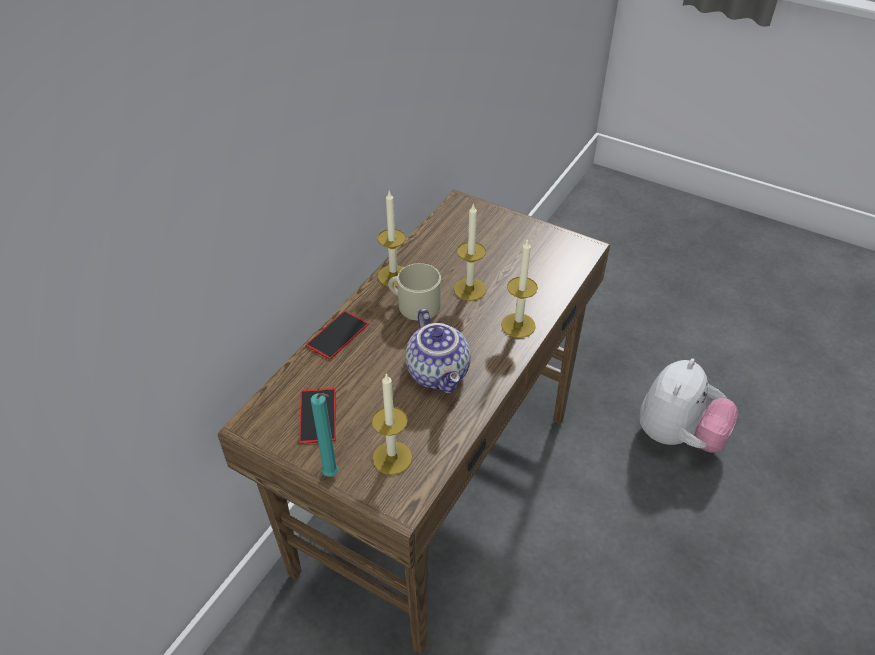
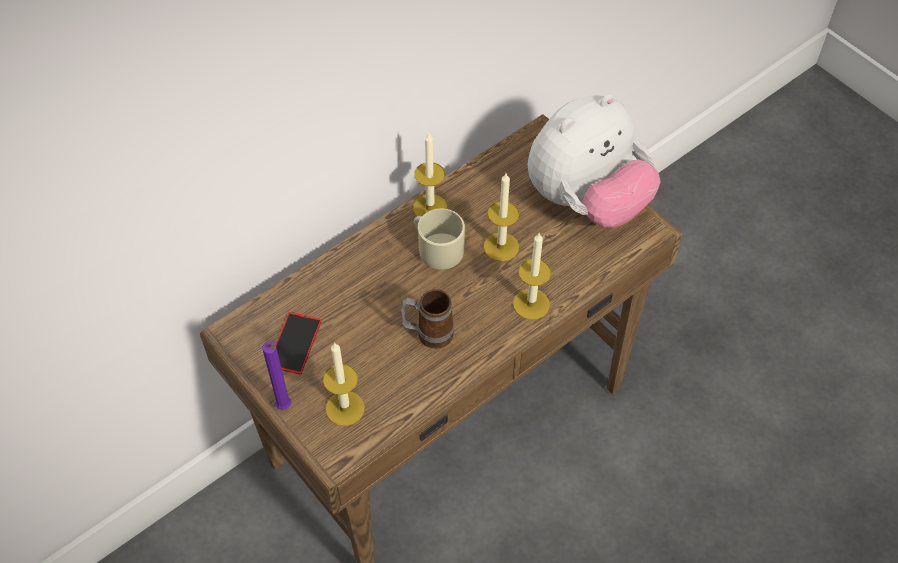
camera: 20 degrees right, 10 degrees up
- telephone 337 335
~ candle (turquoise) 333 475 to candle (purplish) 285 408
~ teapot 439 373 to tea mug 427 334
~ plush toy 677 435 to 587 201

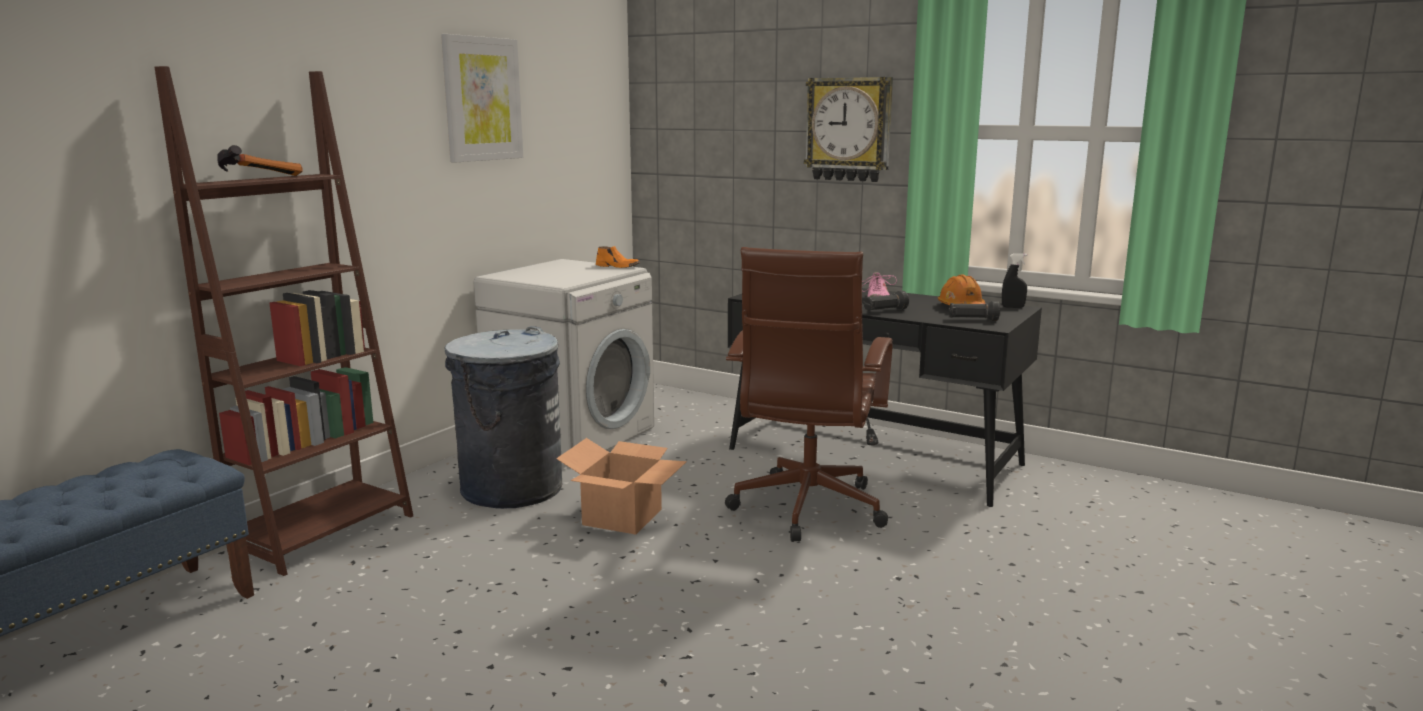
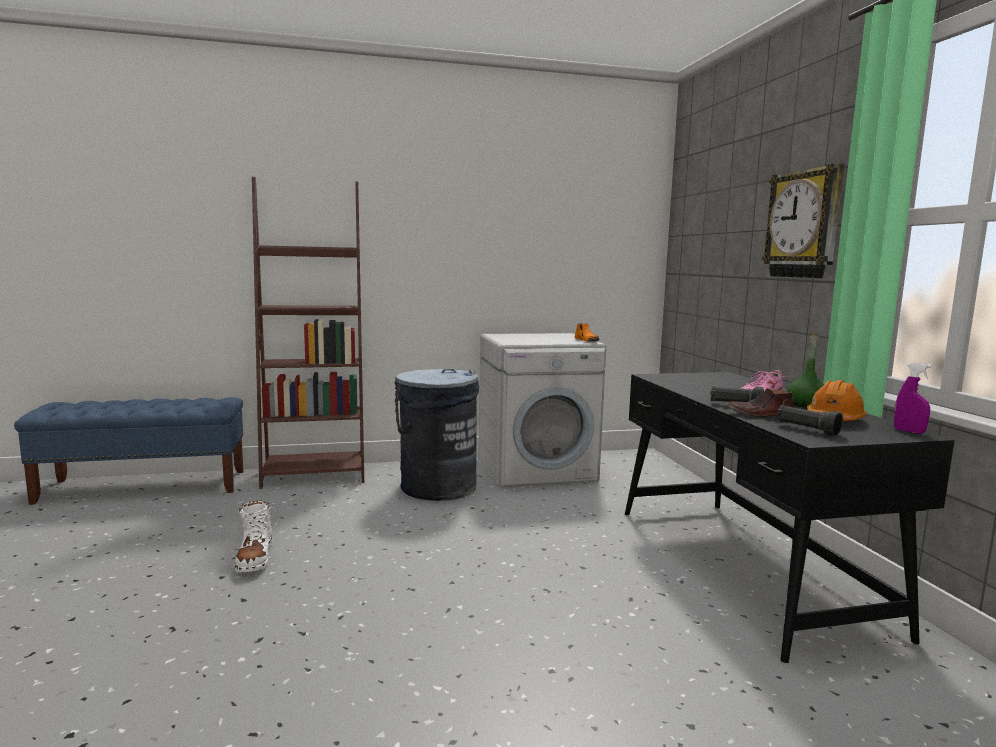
camera: 45 degrees right, 5 degrees down
- tool hammer 260 178
- wall art 482 99
- carton 622 516
- desk chair (brown-coloured) 807 511
~ hand sprayer (blackish) 1013 307 to hand sprayer (purplish) 909 431
+ boot (white) 255 558
+ shoe (brown-coloured) 760 415
+ bottle (green-coloured) 806 404

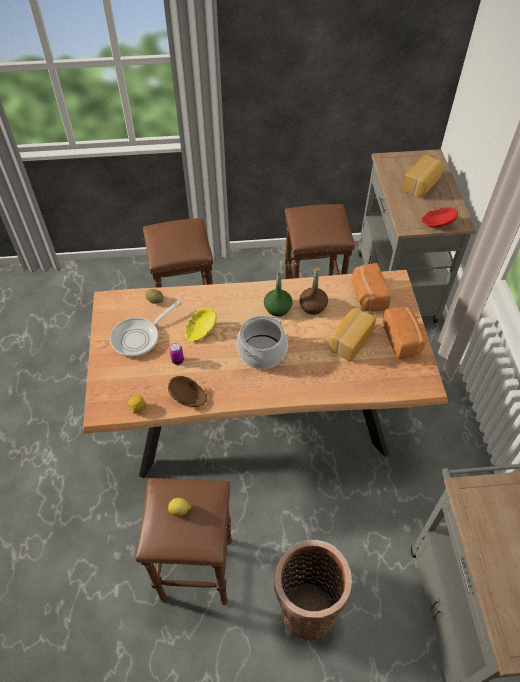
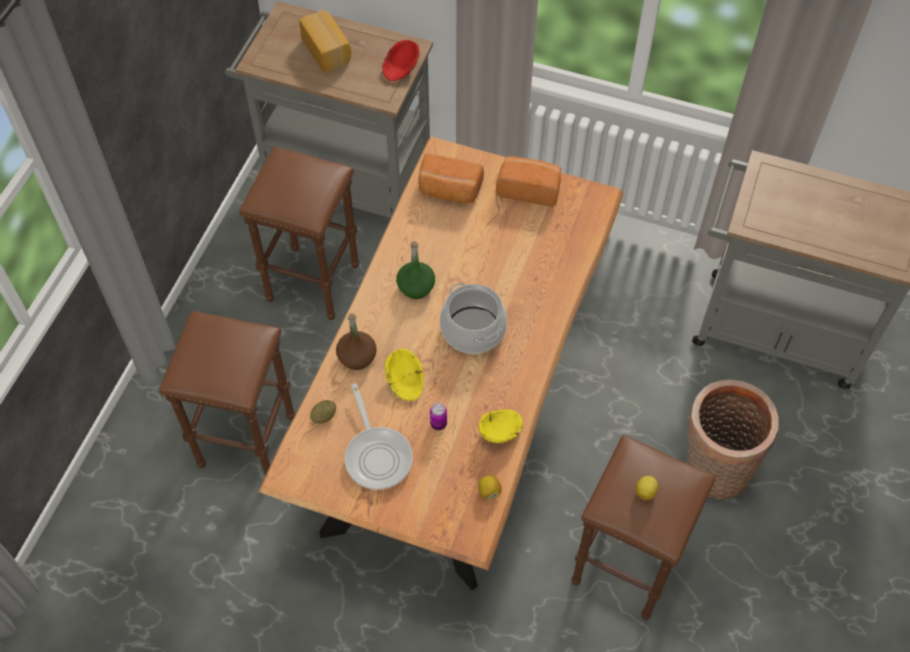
camera: 65 degrees left, 5 degrees up
~ deep dish (brown-coloured) 189 398 to deep dish (yellow-coloured) 502 431
~ bottle (brown-coloured) 313 306 to 357 357
- bakery bread 349 340

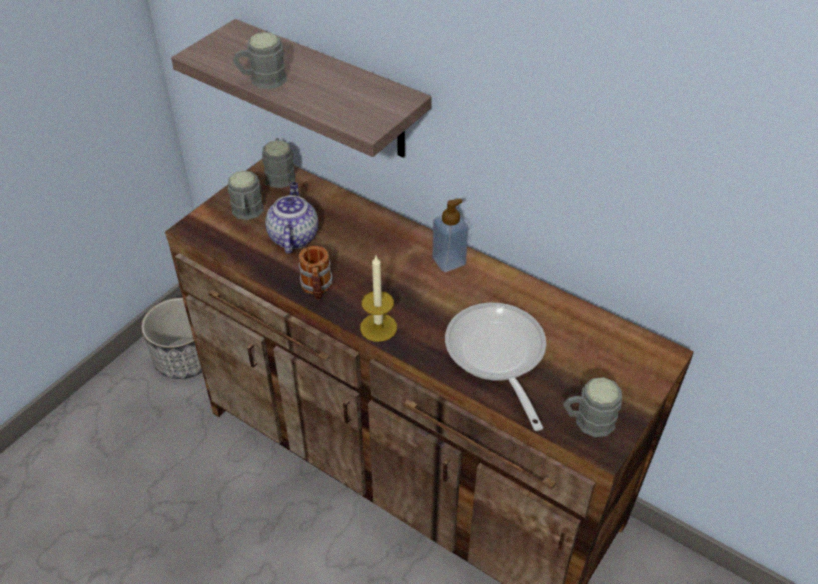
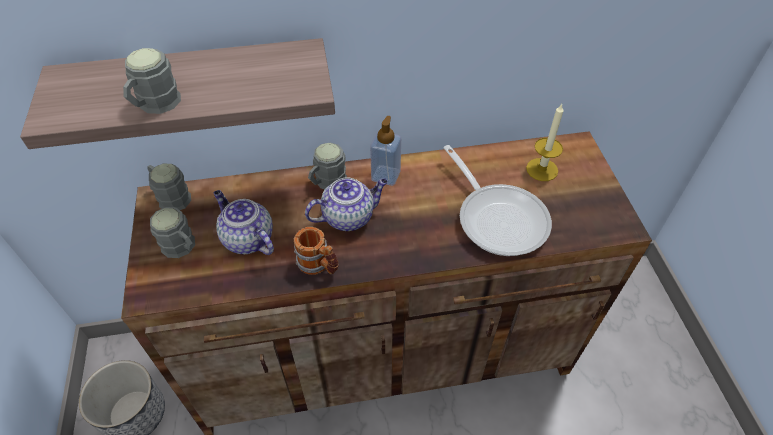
camera: 45 degrees left, 5 degrees up
~ candle 378 327 to 542 169
~ skillet 497 356 = 498 218 150 degrees counterclockwise
~ tea mug (gray) 587 421 to 327 182
+ teapot 349 217

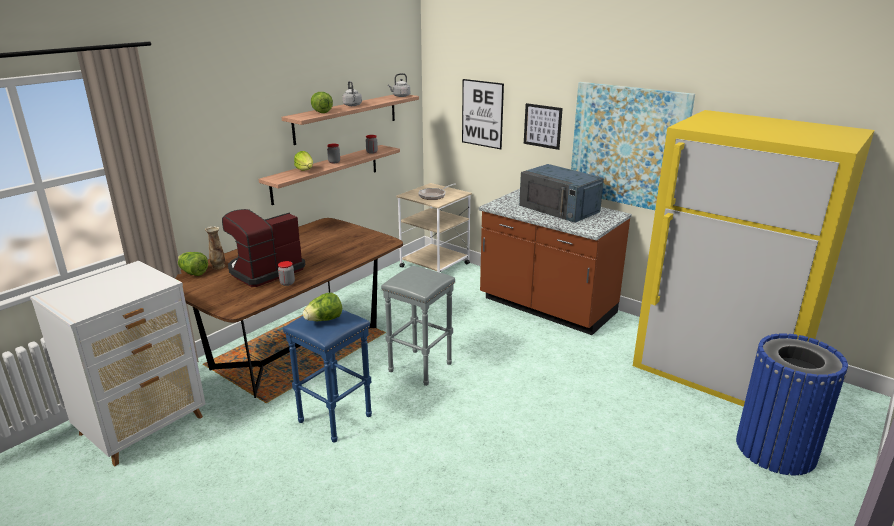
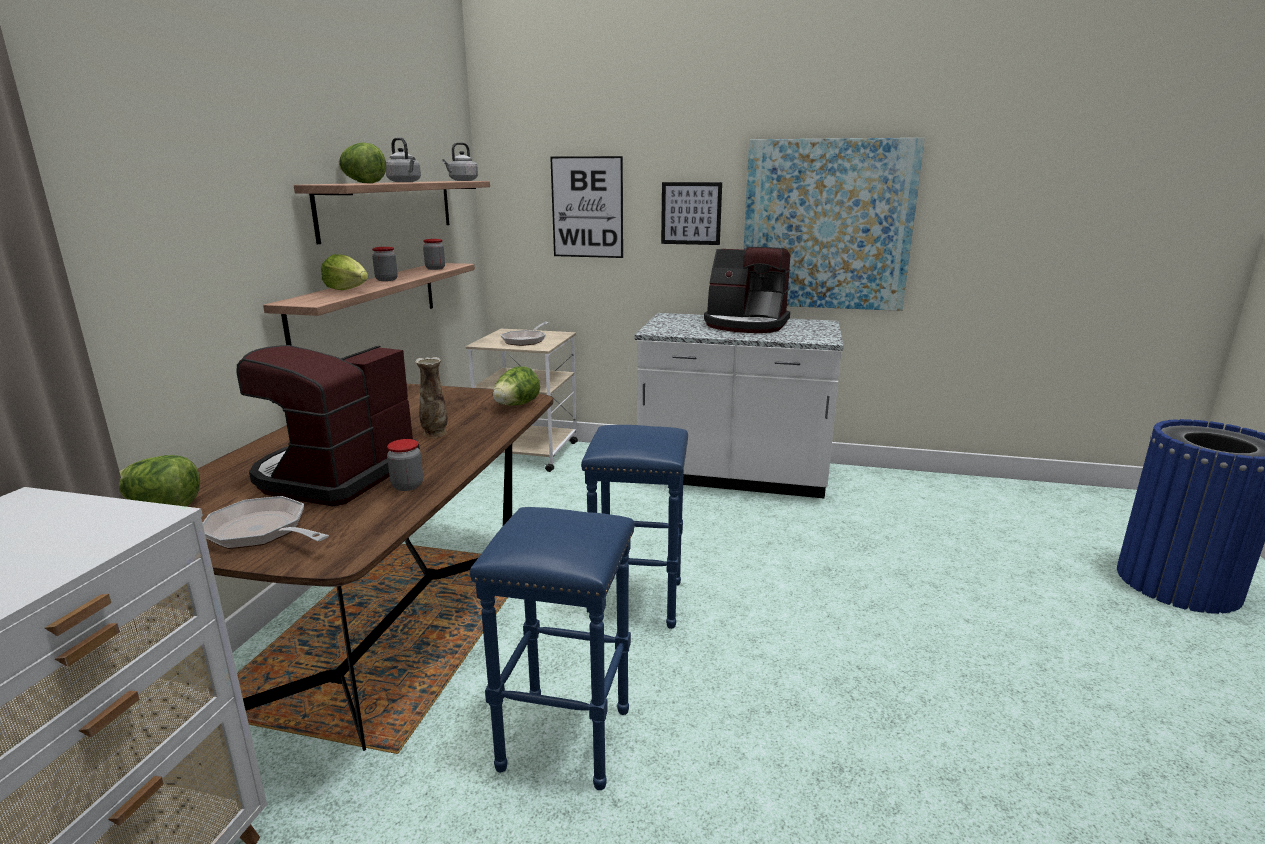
camera: 25 degrees left, 5 degrees down
~ vase 218 267 to 435 434
~ lettuce head 324 320 to 516 405
~ stool (gray) 420 368 to stool (blue) 638 602
~ kitchen counter (brown-coloured) 546 307 to kitchen counter (white) 733 476
~ kitchen microwave (blue) 559 208 to coffee brewer 746 325
- kitchen fridge (yellow-coloured) 719 369
+ skillet 261 532

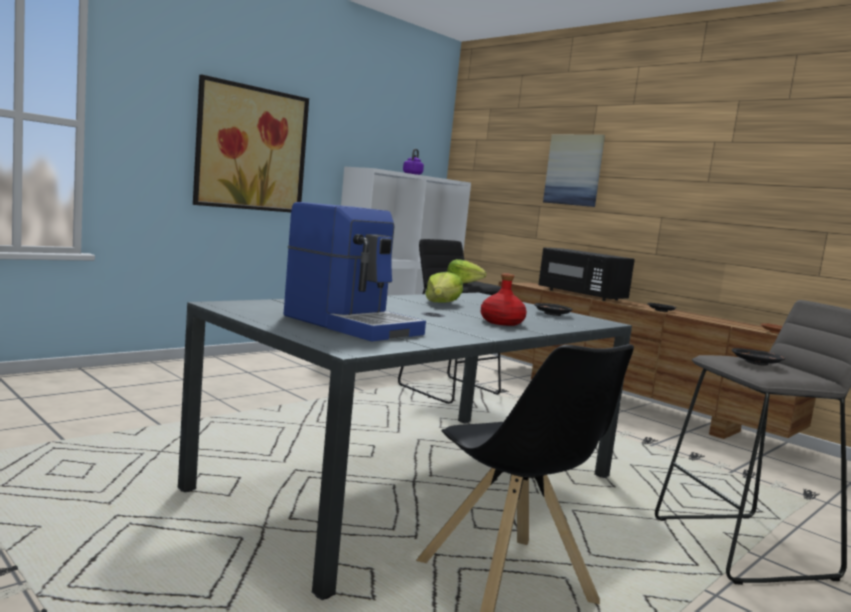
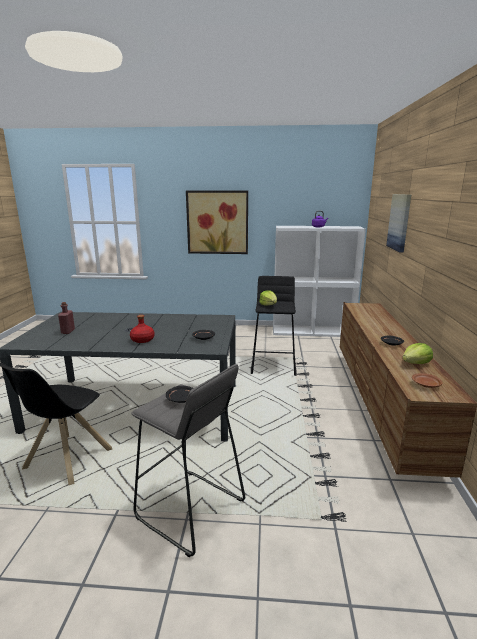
camera: 50 degrees right, 10 degrees up
~ coffee brewer 352 324 to bottle (red-coloured) 68 331
~ lettuce head 442 303 to 416 363
- kitchen microwave (blackish) 579 295

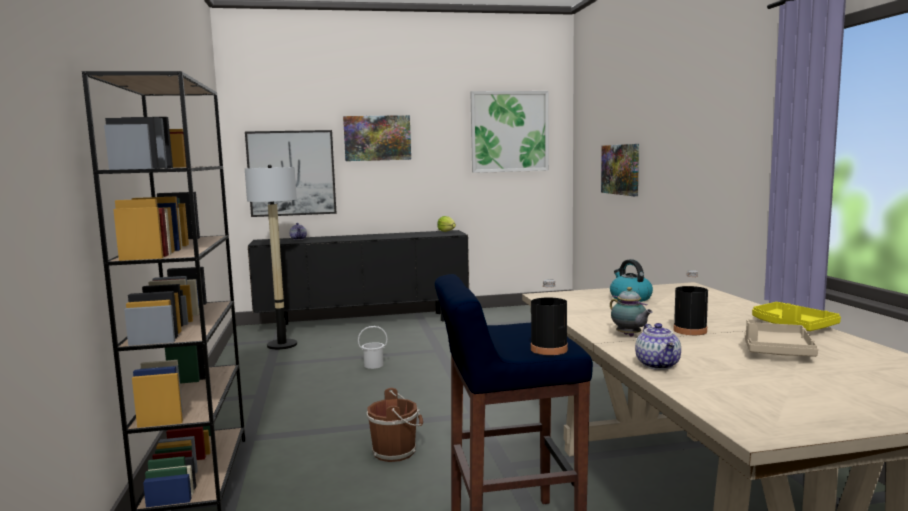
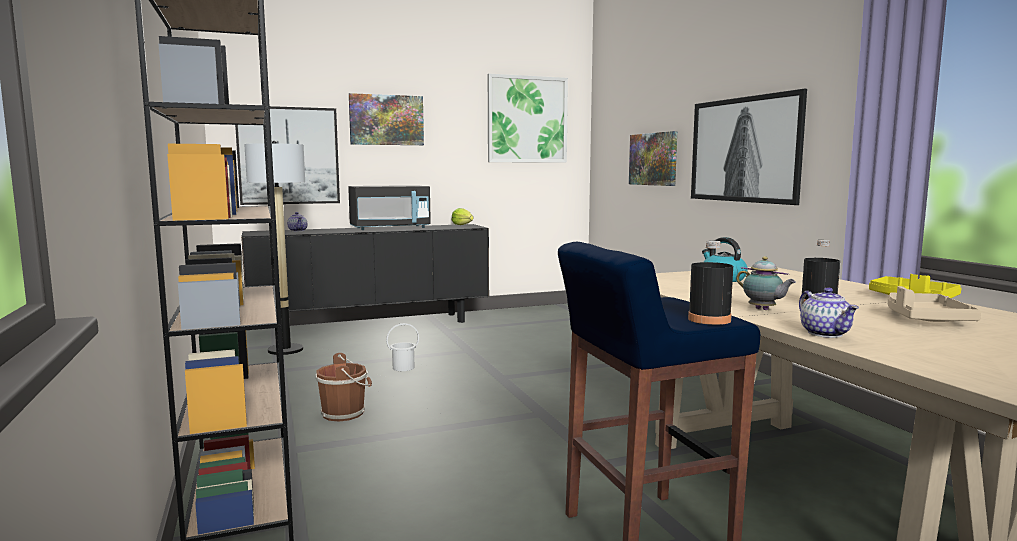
camera: 10 degrees left, 0 degrees up
~ bucket (brown-coloured) 396 451 to 345 413
+ kitchen microwave (blackish) 390 228
+ wall art 745 149

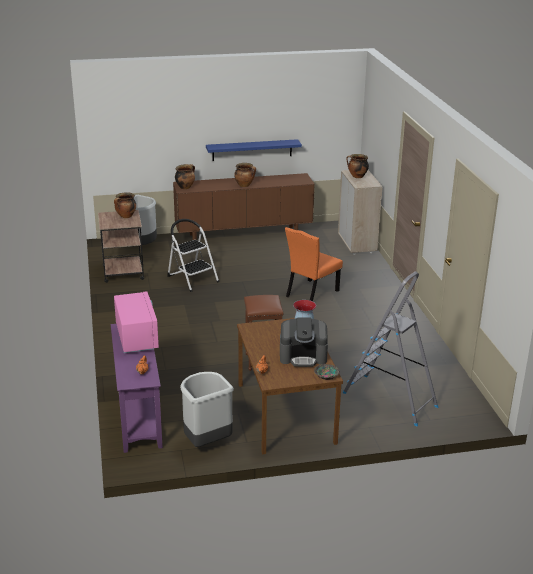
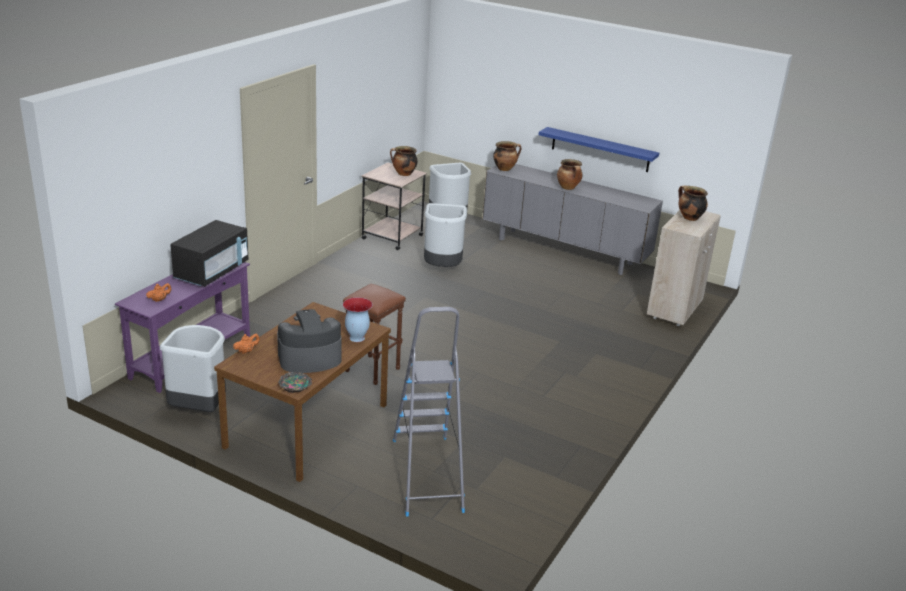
camera: 40 degrees right, 0 degrees up
~ kitchen microwave (pink-coloured) 137 337 to kitchen microwave (blackish) 212 272
~ step ladder 192 278 to rubbish bin (gray) 442 268
~ storage cabinet (brown-coloured) 244 235 to storage cabinet (gray) 564 251
~ coffee brewer 303 356 = 309 359 120 degrees clockwise
- chair (orange-coloured) 311 292

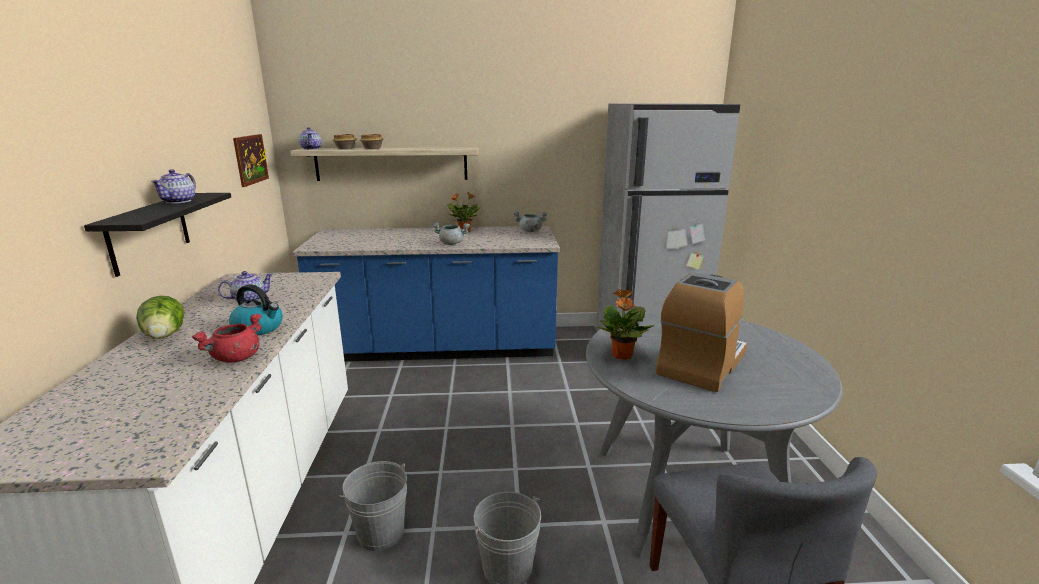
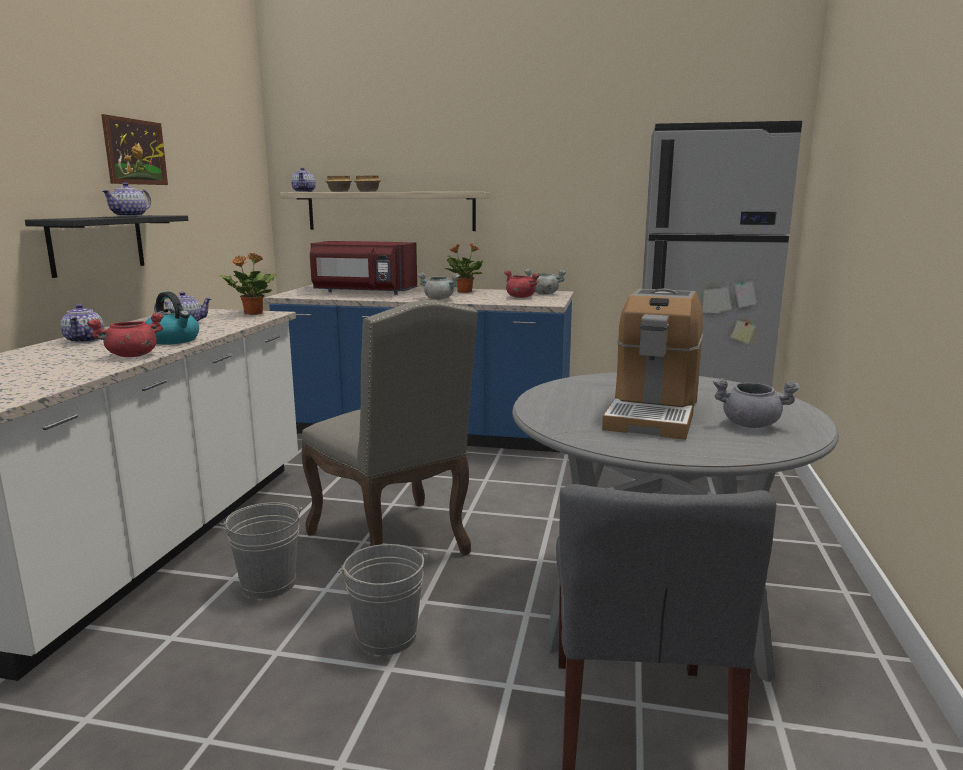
camera: 15 degrees right, 5 degrees down
~ lettuce head 165 337 to teapot 85 340
~ wall art 250 159 to 135 152
~ plant in a pot 621 356 to 252 313
~ coffee brewer 701 364 = 653 413 150 degrees clockwise
+ chair (gray) 394 543
+ kitchen microwave (red-coloured) 363 292
+ cooking pot (red-coloured) 520 297
+ cooking pot (gray) 750 424

